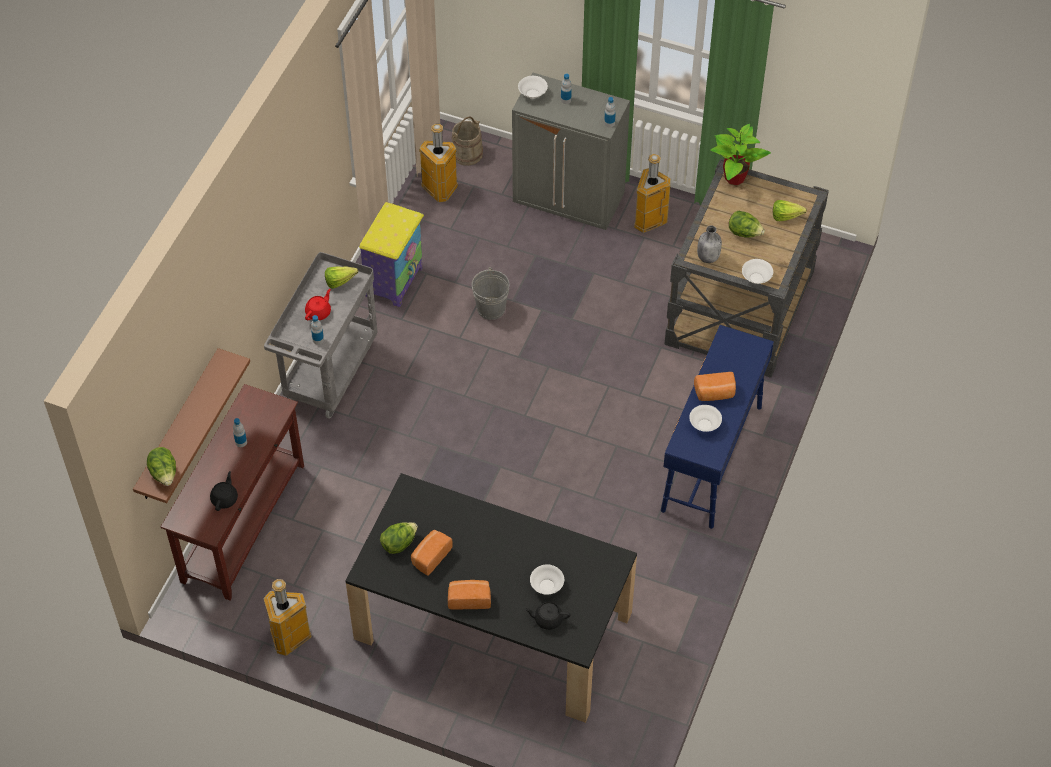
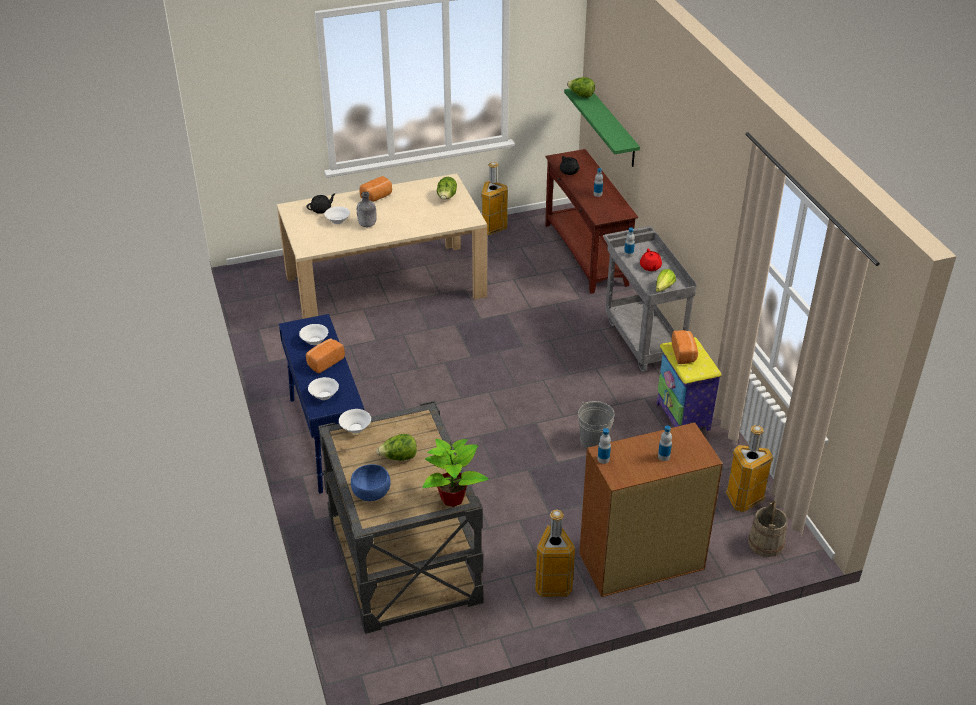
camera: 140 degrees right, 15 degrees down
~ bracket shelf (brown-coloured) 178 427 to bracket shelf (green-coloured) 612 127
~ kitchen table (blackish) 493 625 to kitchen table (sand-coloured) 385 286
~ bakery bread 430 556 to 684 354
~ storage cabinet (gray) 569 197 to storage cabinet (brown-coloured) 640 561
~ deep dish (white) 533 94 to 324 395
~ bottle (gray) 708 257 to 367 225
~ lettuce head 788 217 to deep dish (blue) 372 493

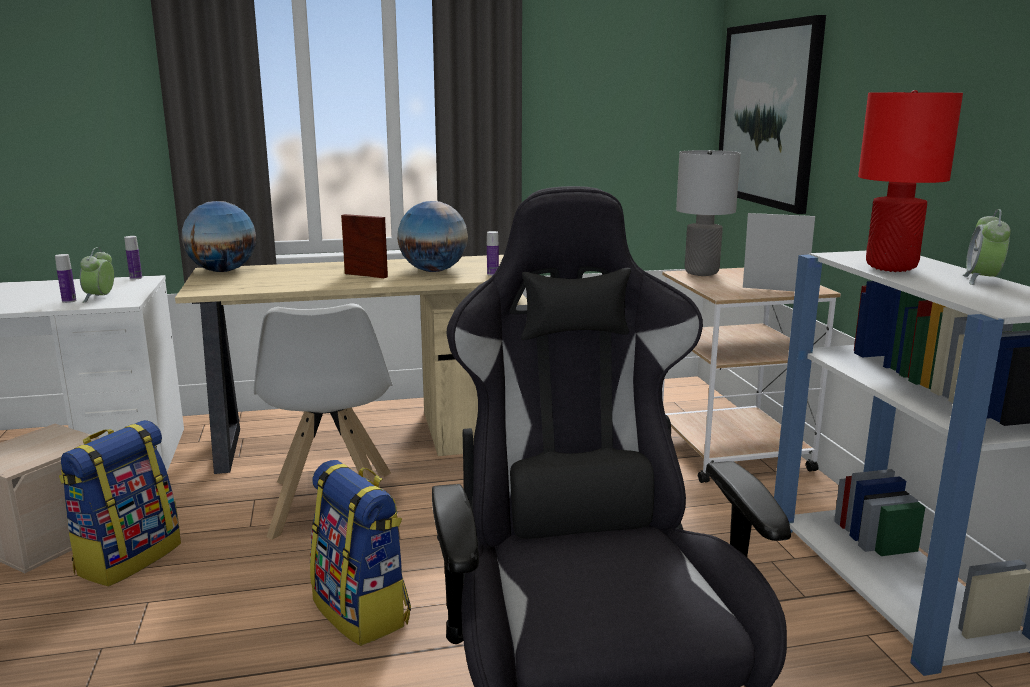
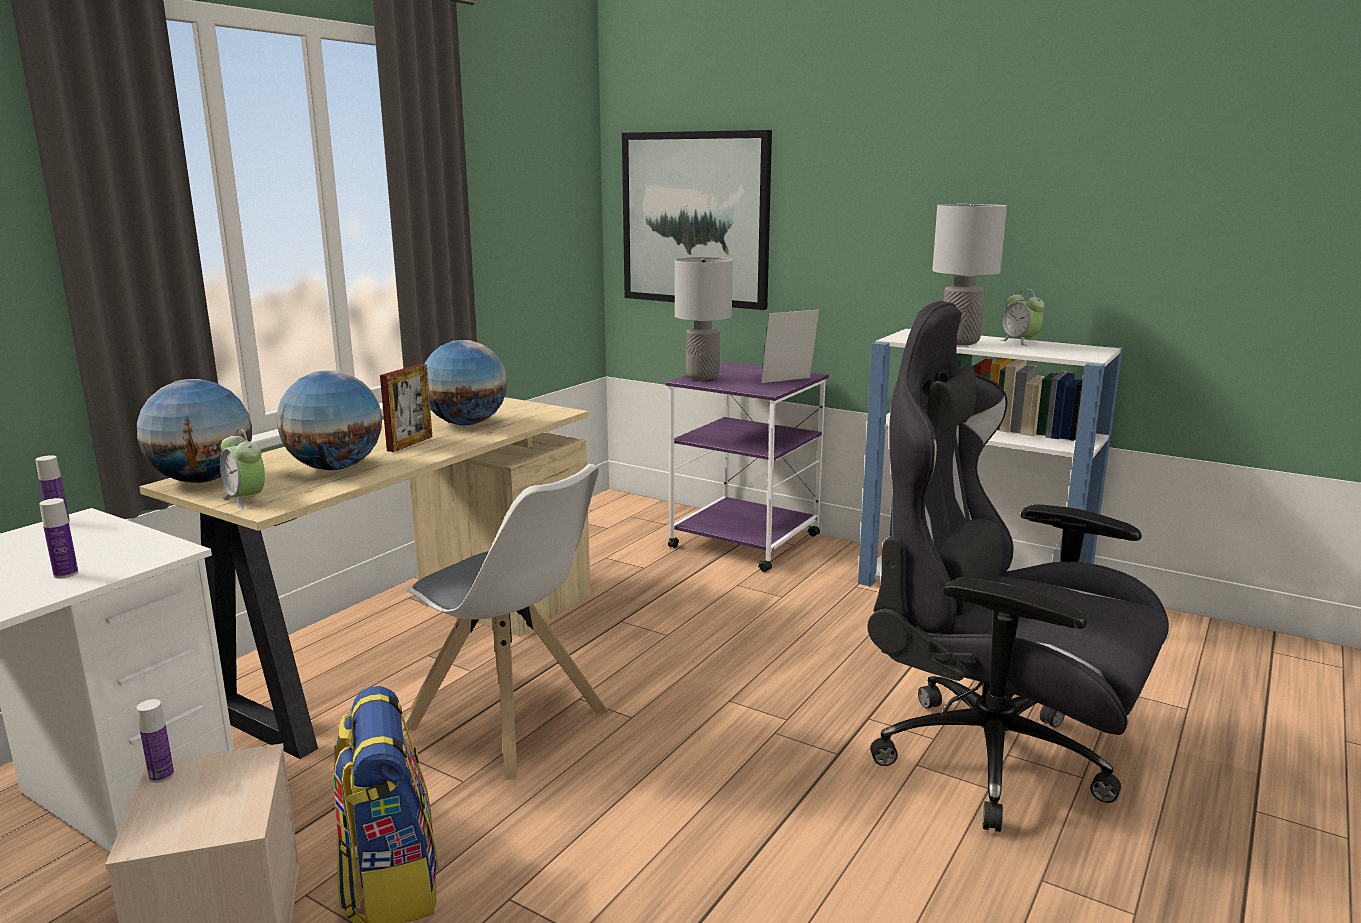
camera: 45 degrees left, 0 degrees up
~ table clock 100 298 to 246 500
- rucksack 363 611
~ photo frame 366 275 = 410 443 135 degrees clockwise
~ bottle 492 274 to 161 776
~ wheeled cart (sand-coloured) 733 454 to wheeled cart (purplish) 747 542
~ table lamp (red-coloured) 890 270 to table lamp (gray) 960 344
+ world globe 334 468

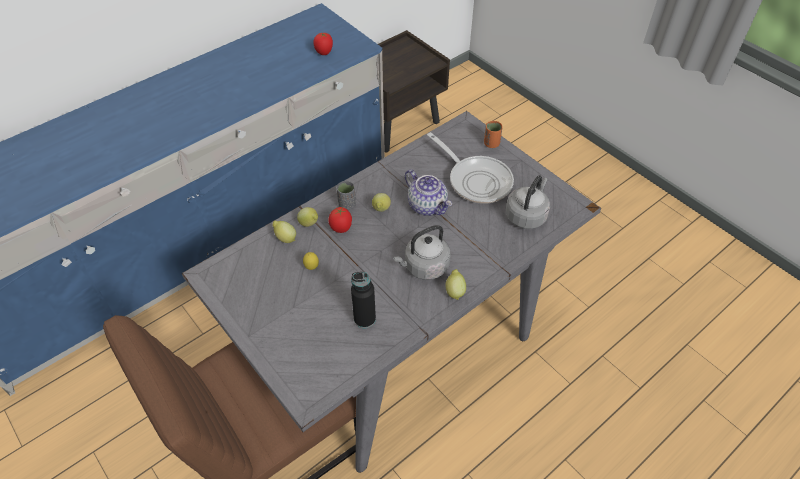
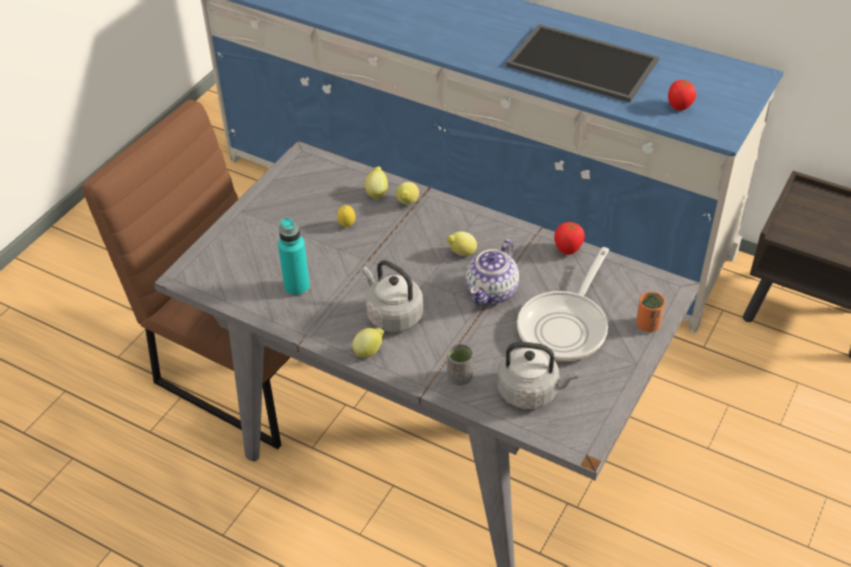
camera: 70 degrees right, 5 degrees down
~ tomato 341 229 to 567 250
~ cup (gray) 347 204 to 460 377
~ bottle (blackish) 364 319 to bottle (turquoise) 297 287
+ serving tray 584 63

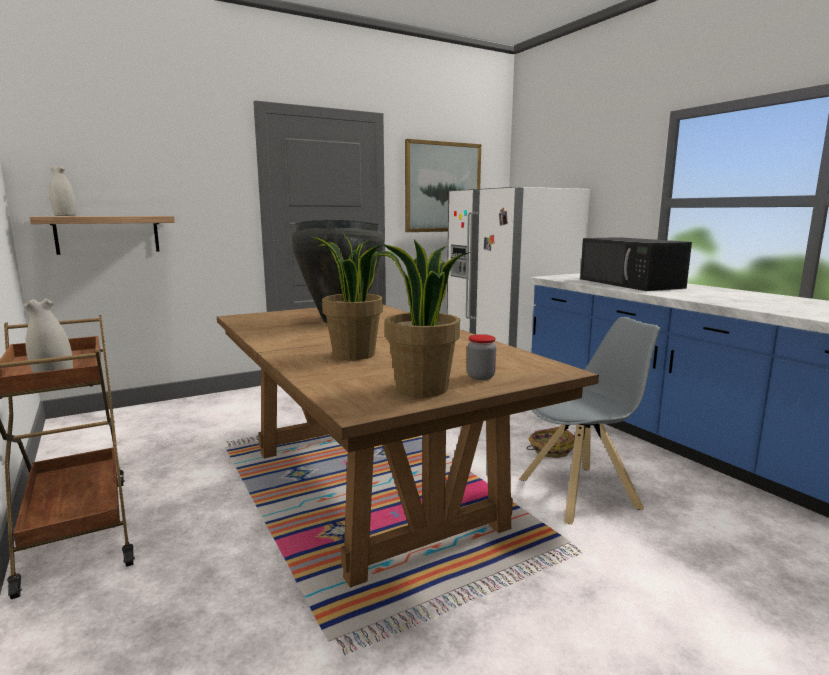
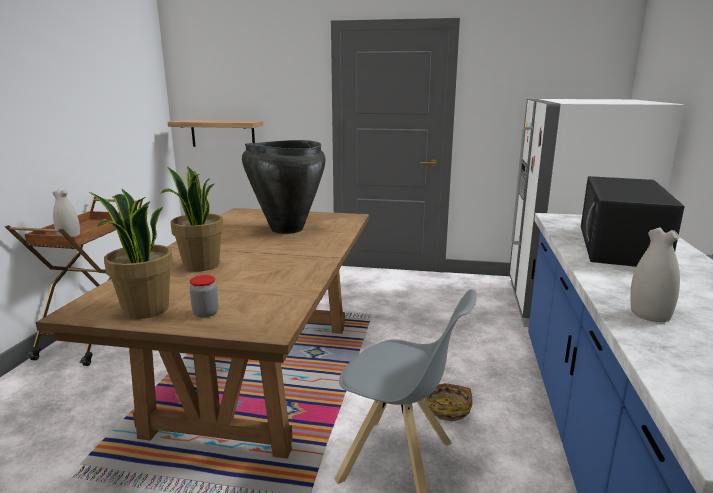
camera: 40 degrees right, 5 degrees up
~ vase (white) 65 216 to 649 314
- wall art 442 187

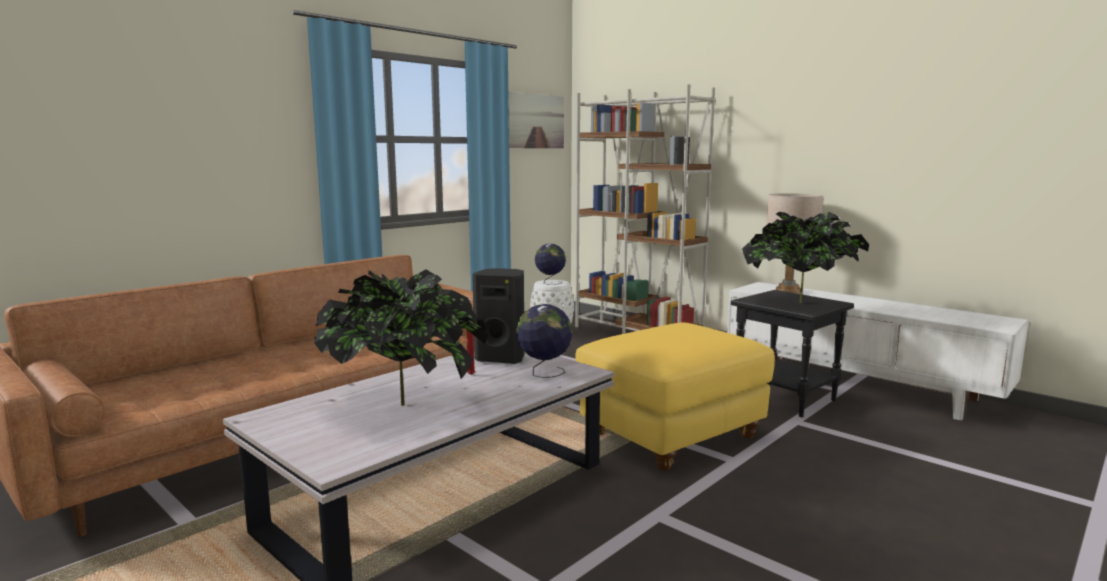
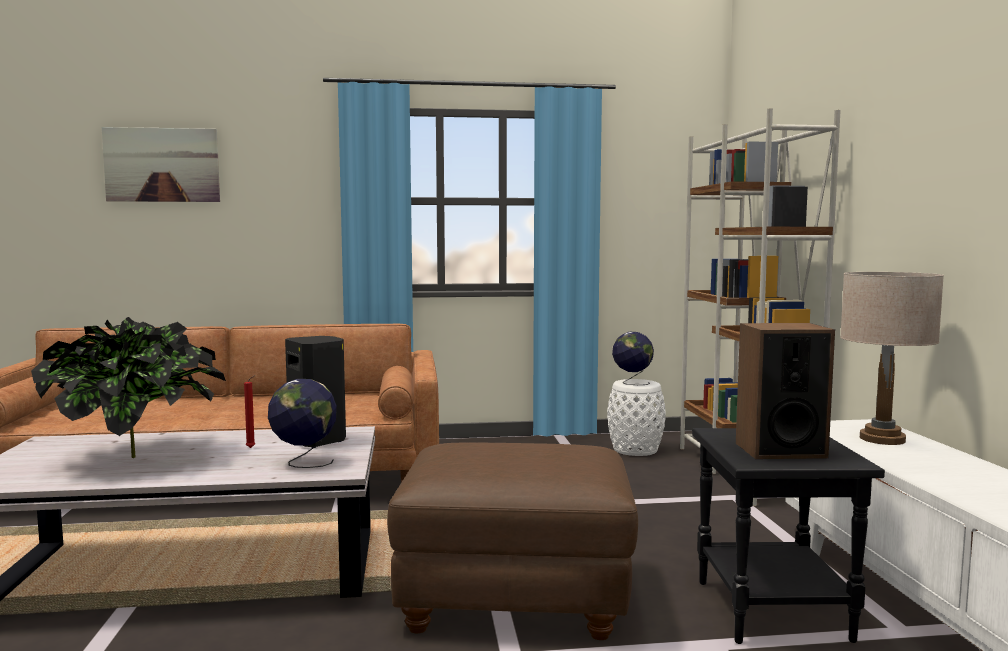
camera: 40 degrees right, 5 degrees down
~ wall art 535 121 to 162 165
~ pouffe (yellow-coloured) 672 433 to pouffe (brown-coloured) 516 596
~ plant in a pot 799 303 to loudspeaker 779 450

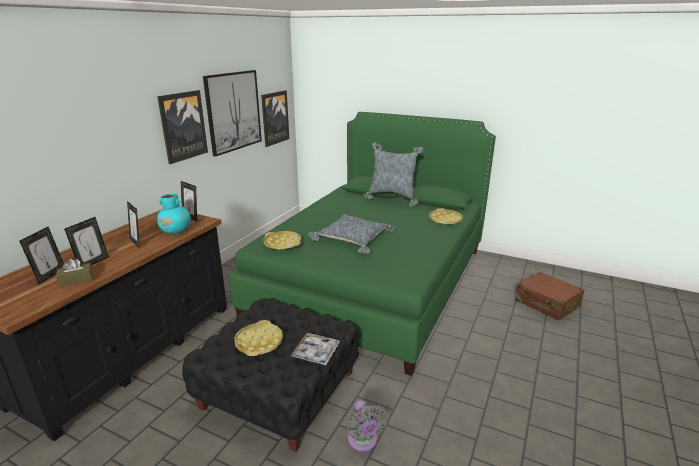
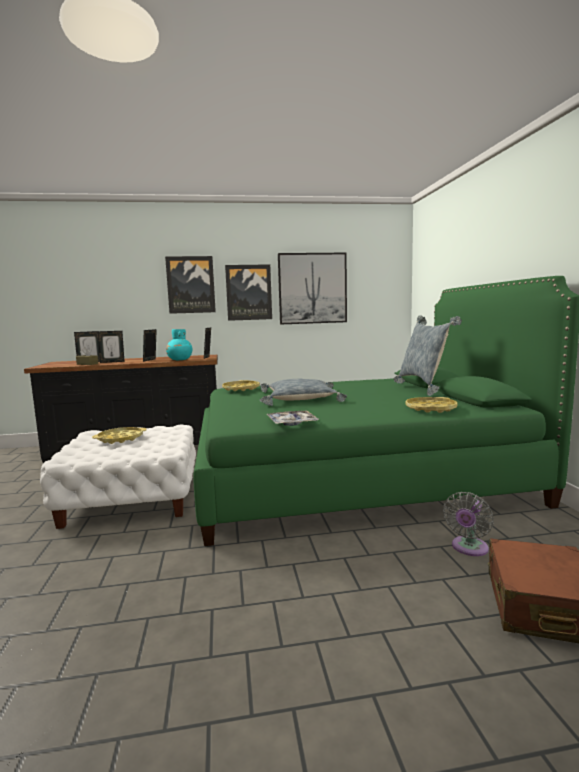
camera: 55 degrees right, 15 degrees down
~ pouffe (blackish) 279 389 to pouffe (white) 132 498
~ wall art 274 118 to 191 285
~ serving tray 316 353 to 292 423
~ electric fan (gray) 363 441 to 468 548

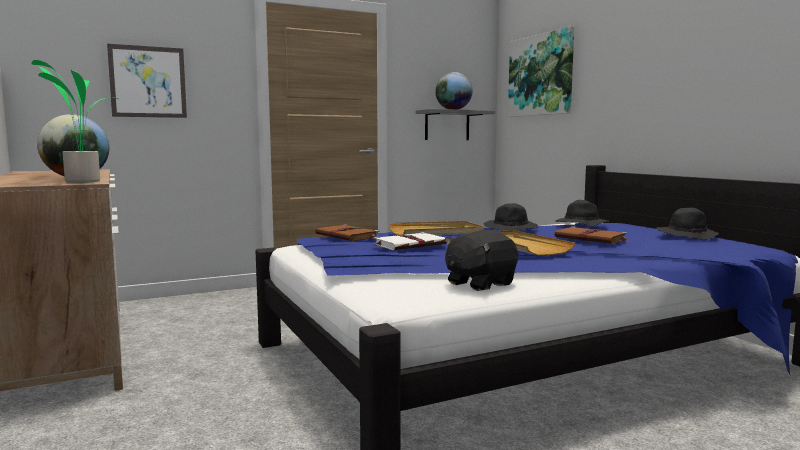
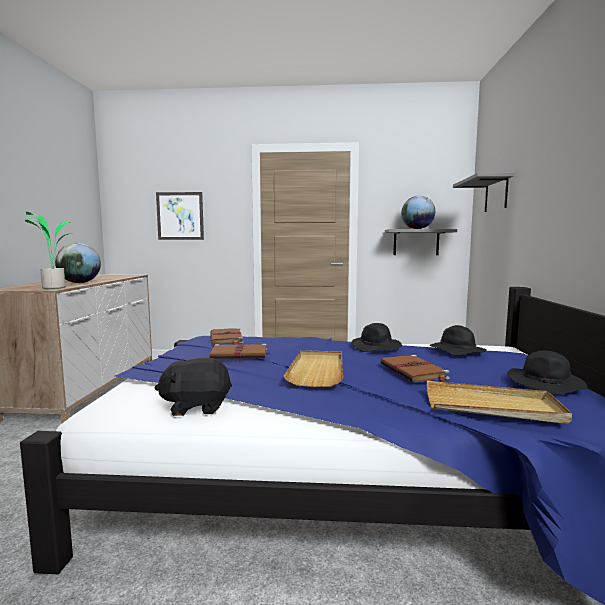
camera: 30 degrees right, 0 degrees up
~ volume (white) 410 244 to volume (brown-coloured) 240 354
~ serving tray (sand-coloured) 436 232 to 492 406
~ wall art 541 75 to bracket shelf (gray) 496 194

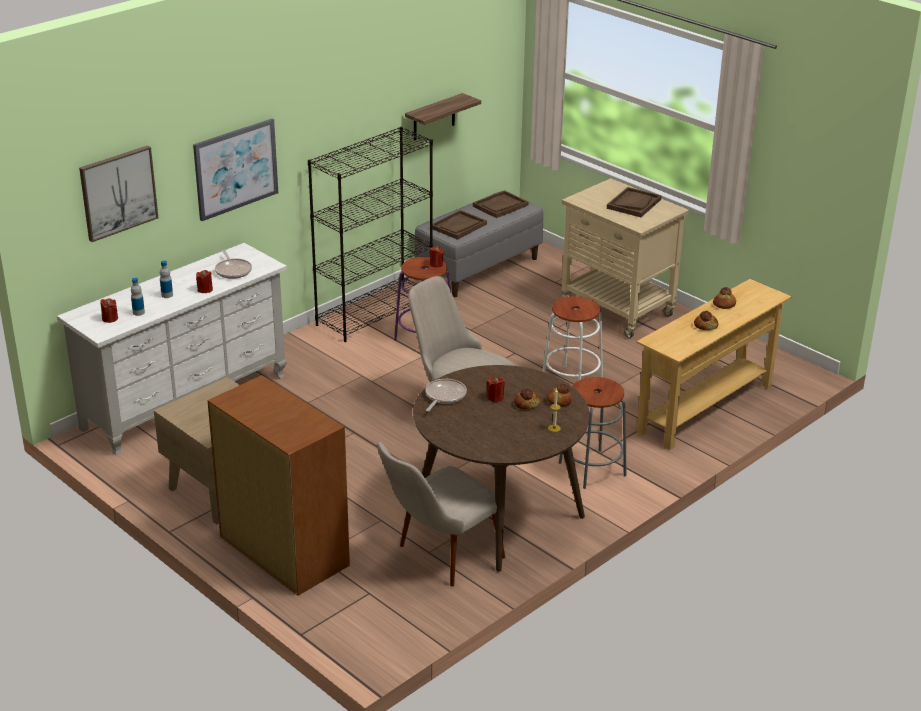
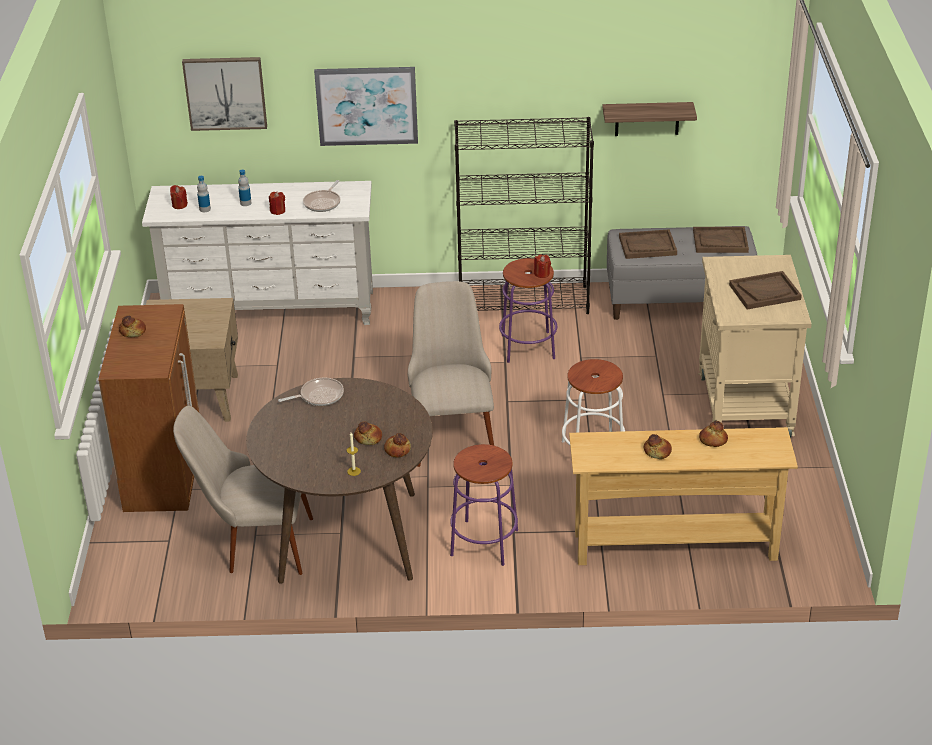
camera: 45 degrees right, 5 degrees up
- candle (red-coloured) 495 397
~ stool (gray) 592 469 to stool (purplish) 484 542
+ bakery bread 133 331

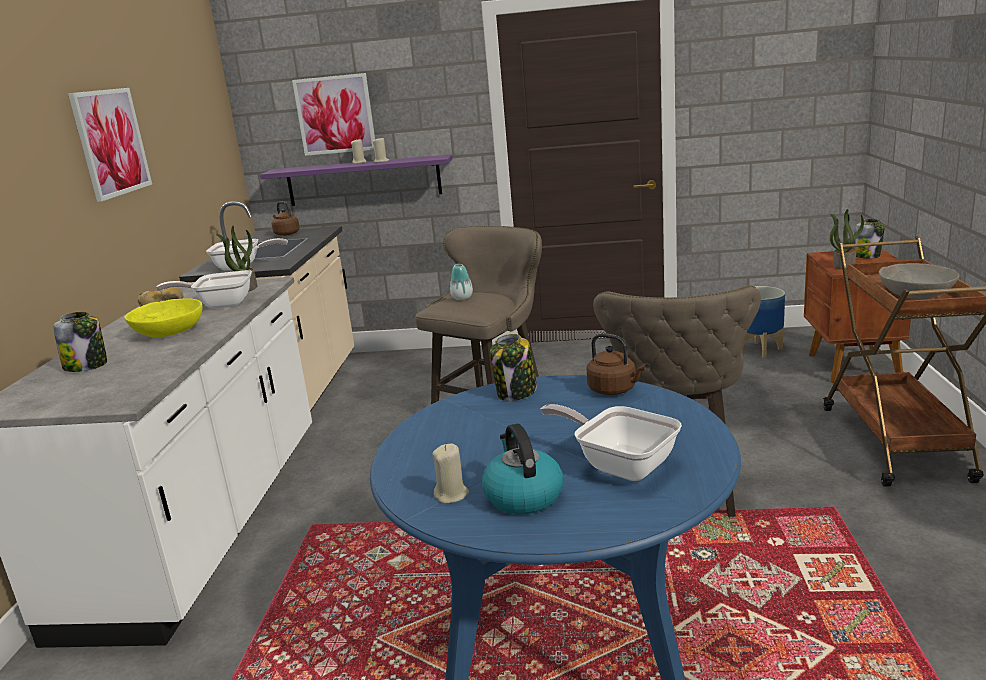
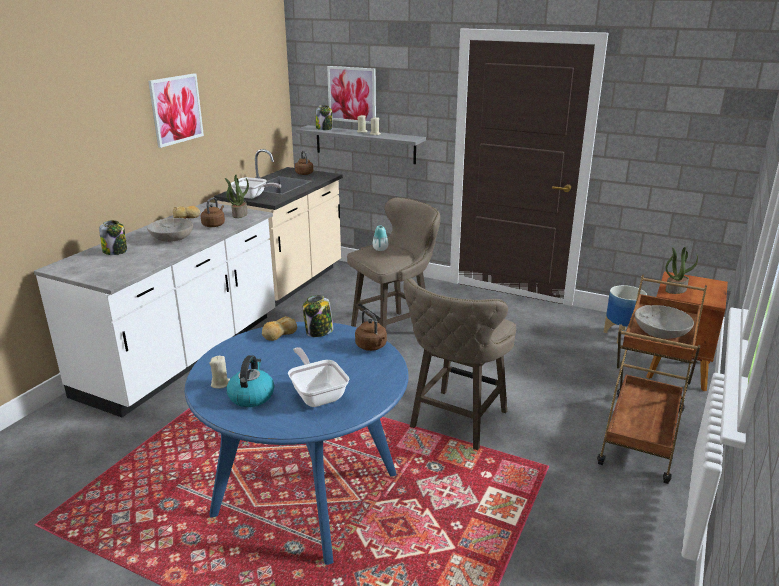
camera: 20 degrees right, 5 degrees up
~ deep dish (yellow-coloured) 168 332 to deep dish (gray) 171 238
~ skillet 220 305 to tea kettle (brown-coloured) 214 225
~ bracket shelf (purplish) 363 181 to bracket shelf (gray) 365 144
~ jar 866 256 to 324 128
+ bakery bread 279 334

